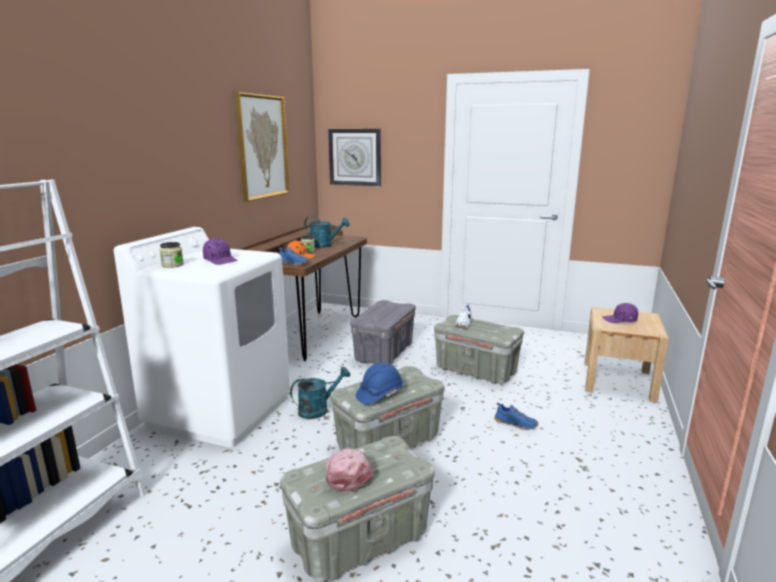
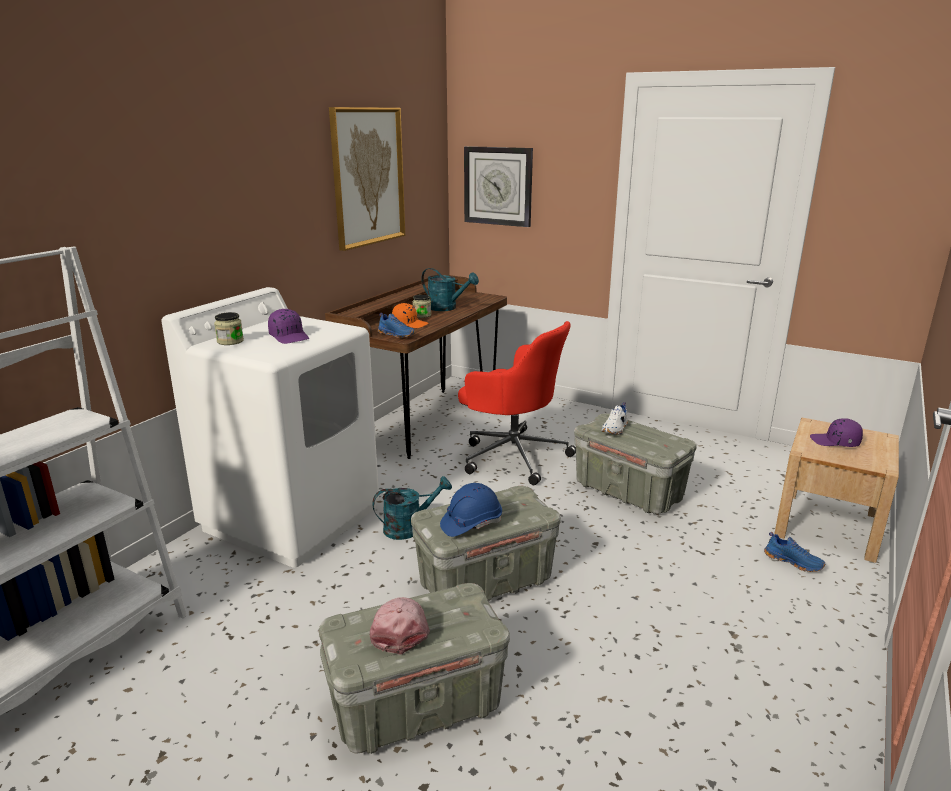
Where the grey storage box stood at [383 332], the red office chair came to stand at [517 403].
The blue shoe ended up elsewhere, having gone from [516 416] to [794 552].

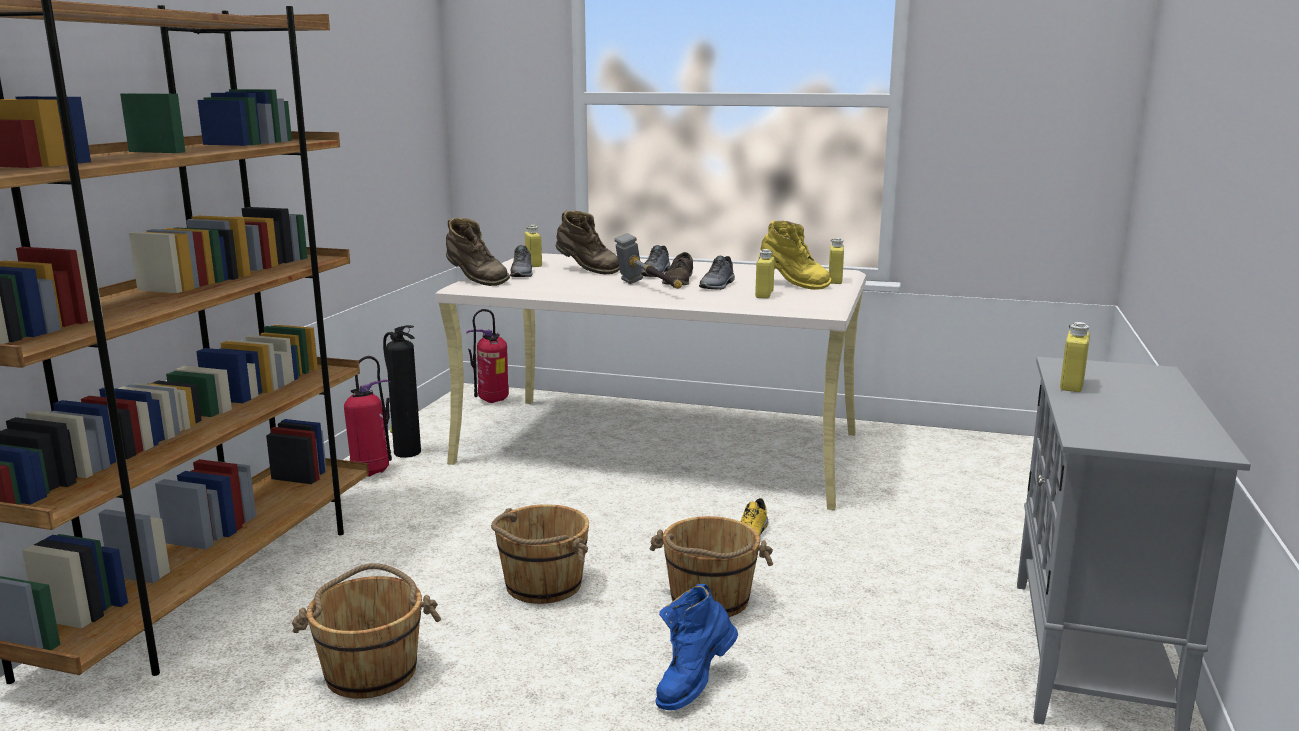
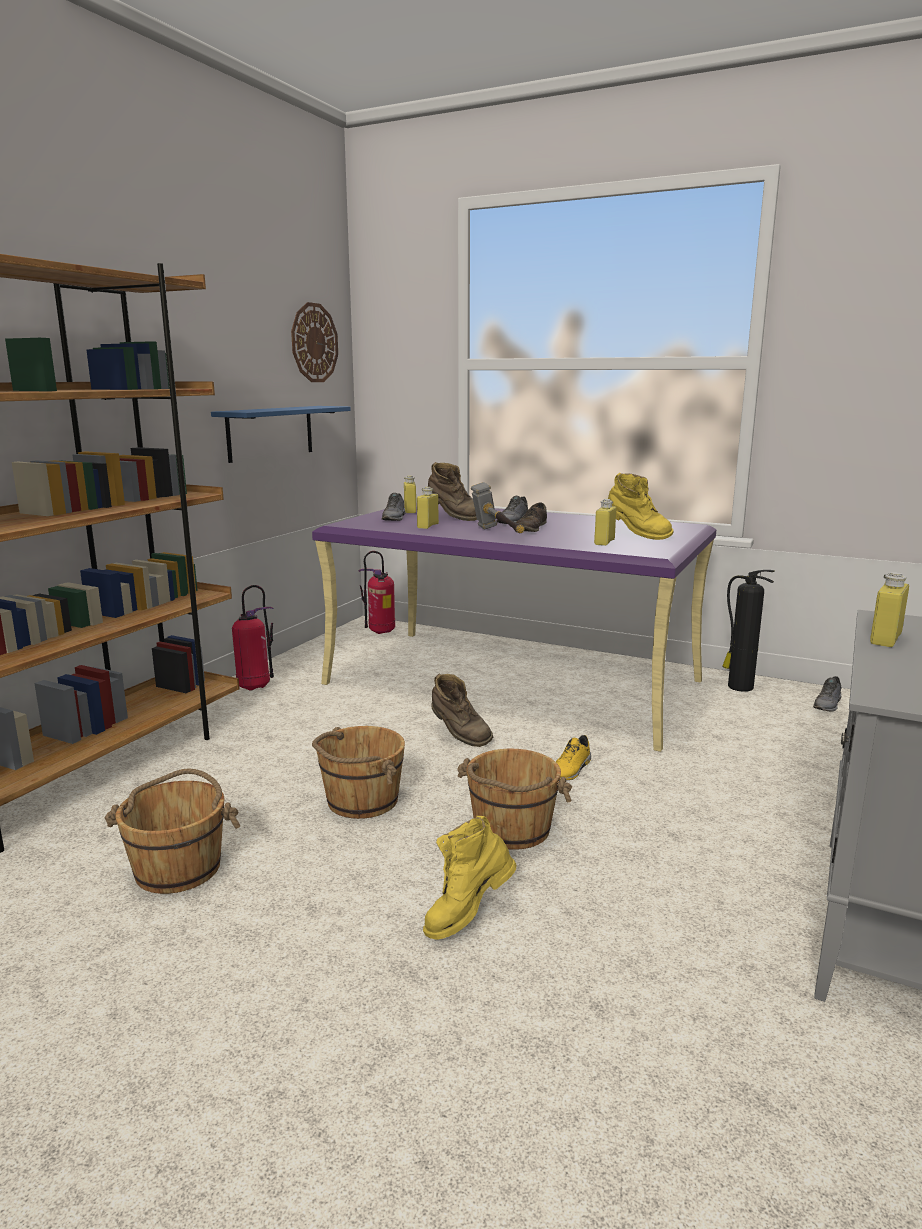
The fire extinguisher ended up elsewhere, having gone from [402 391] to [748 631].
What was the beige desk at [650 381] turned into the purple desk at [514 627].
The brown boot ended up elsewhere, having gone from [478 251] to [462 710].
What was the blue boot at [696 647] turned into the yellow boot at [469 878].
The grey shoe ended up elsewhere, having gone from [717 273] to [827 694].
The yellow bottle ended up elsewhere, having gone from [836 261] to [428 508].
The second view gained the blue shelf at [281 434].
The second view gained the wall clock at [314 342].

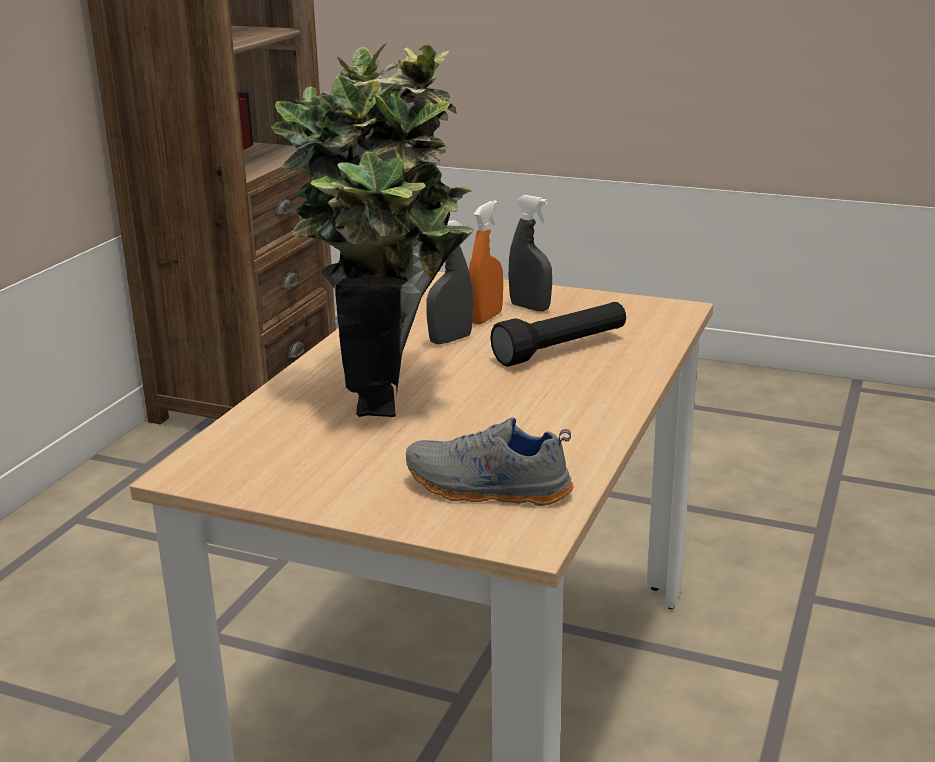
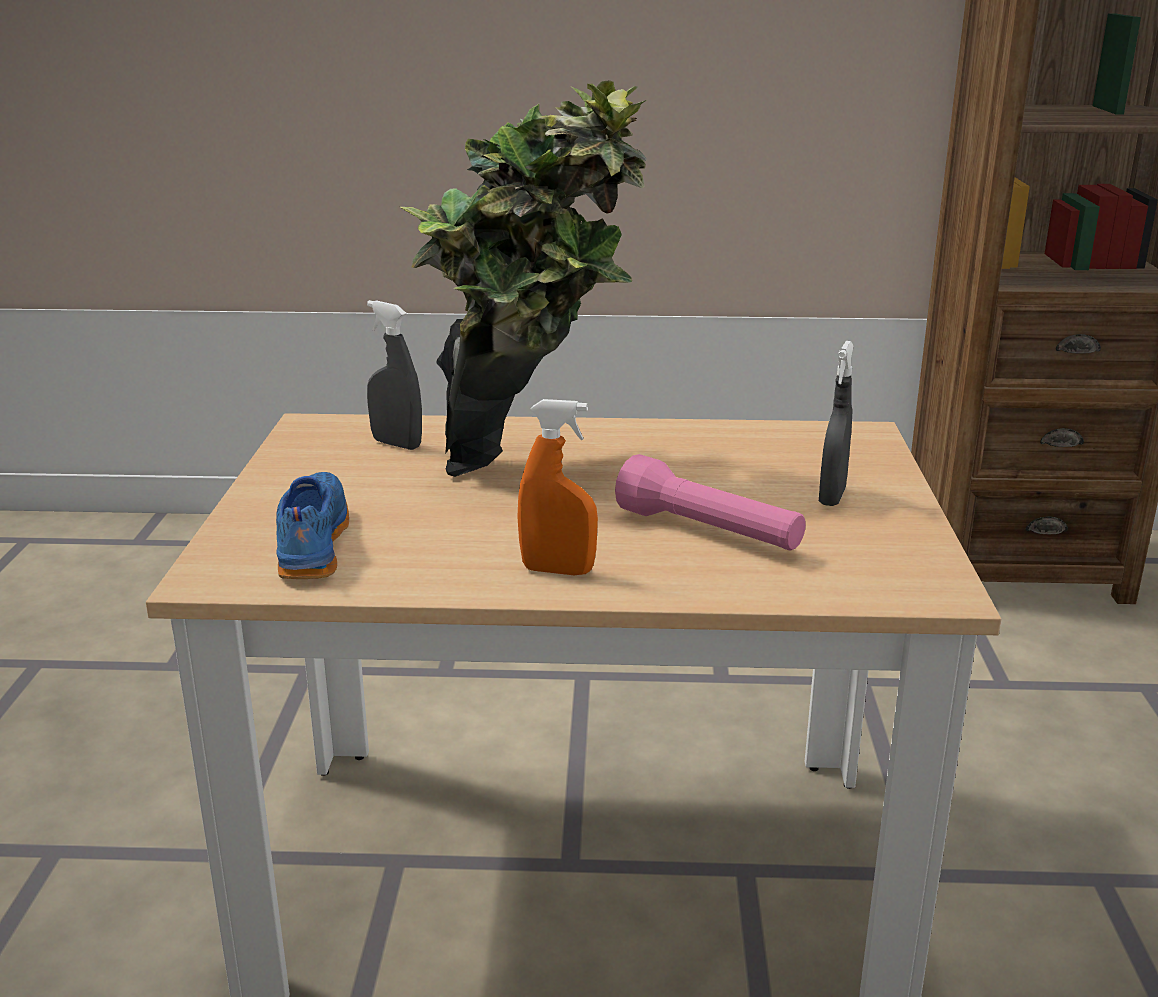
What was the grey shoe at [489 461] turned into the blue shoe at [312 525].
The grey spray bottle ended up elsewhere, having gone from [449 282] to [394 375].
The orange spray bottle ended up elsewhere, having gone from [486 262] to [558 487].
What was the black flashlight at [558 334] turned into the pink flashlight at [710 502].

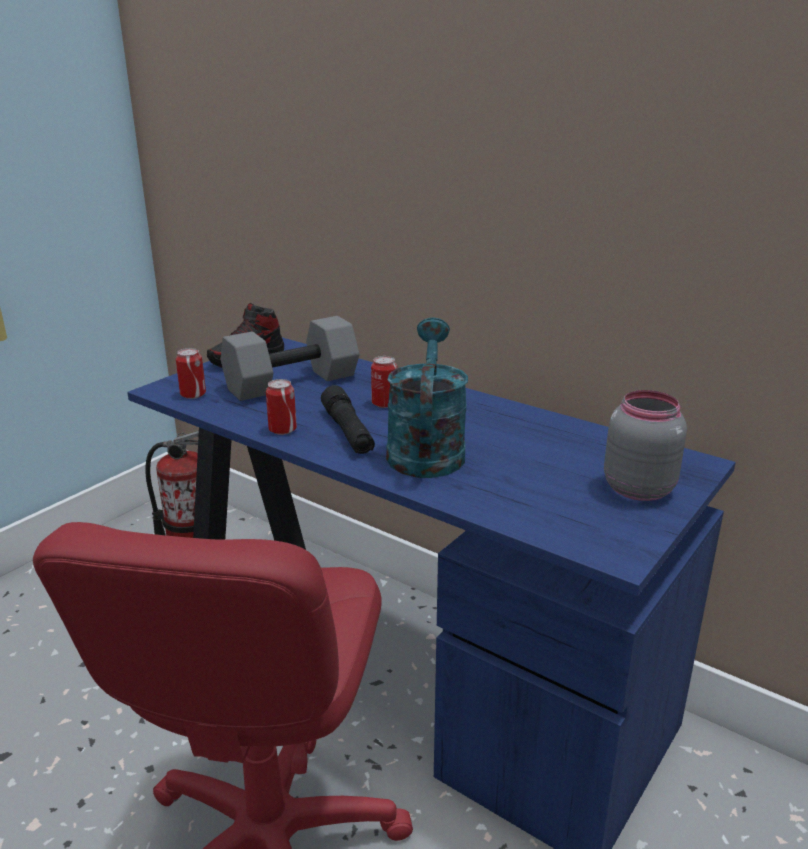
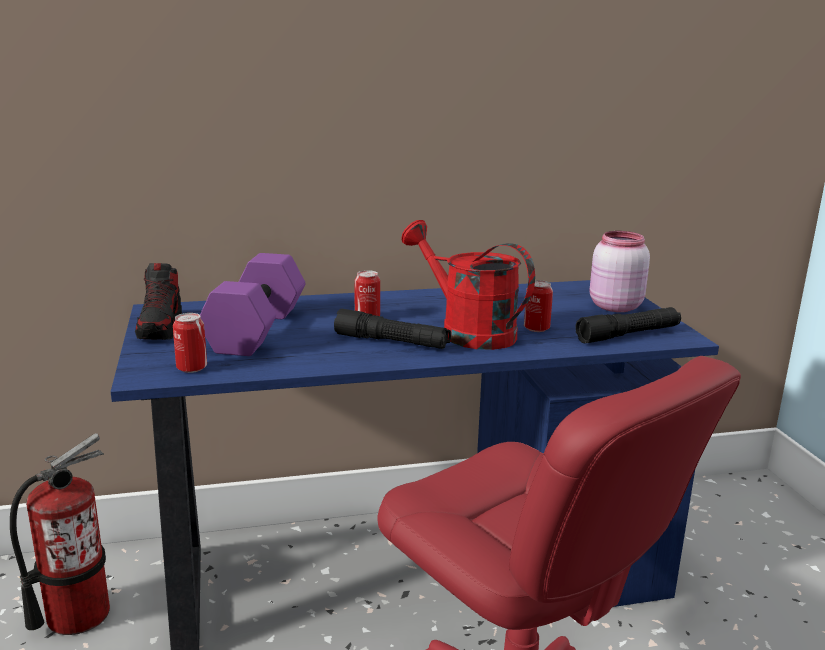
What was the grey dumbbell at [290 358] turned into the purple dumbbell at [253 304].
The can ended up elsewhere, having gone from [281 407] to [538 306].
What was the turquoise watering can at [427 398] turned into the red watering can at [468 285].
What was the grey jar at [645 445] turned into the pink jar at [620 271].
The second view gained the black flashlight at [628 325].

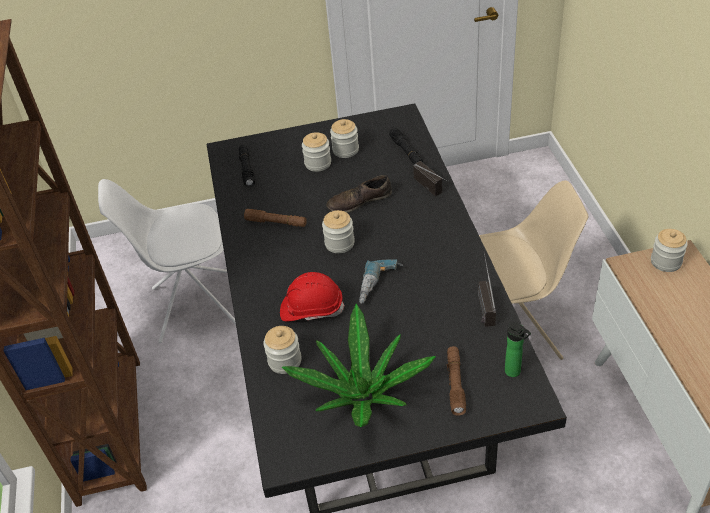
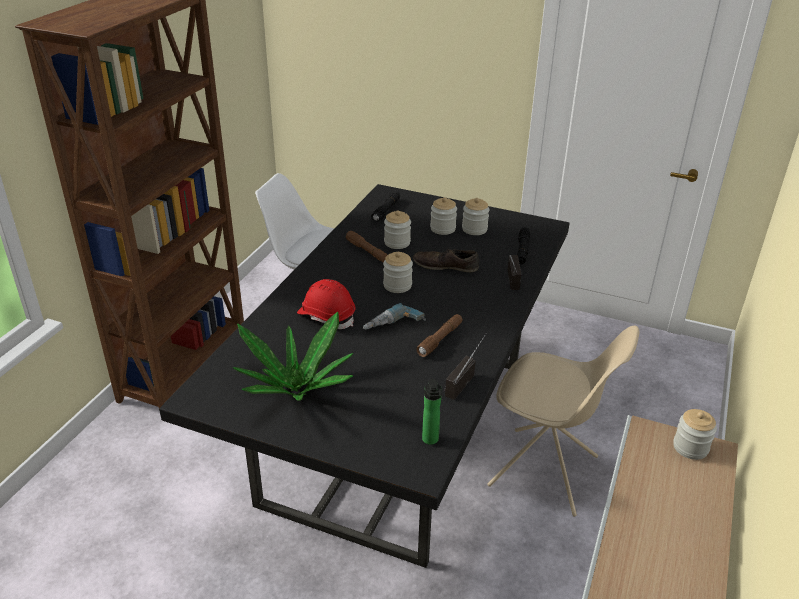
The jar ended up elsewhere, having gone from [282 350] to [397 230].
The brown flashlight ended up elsewhere, having gone from [456 381] to [439 335].

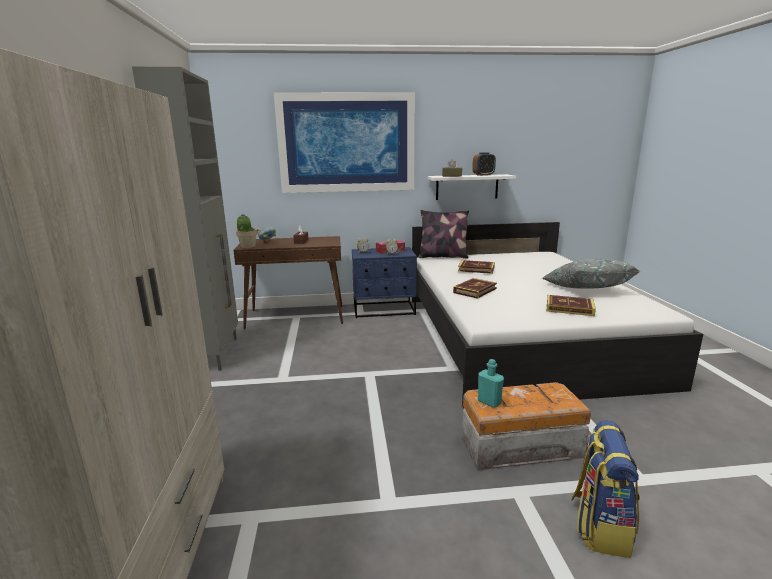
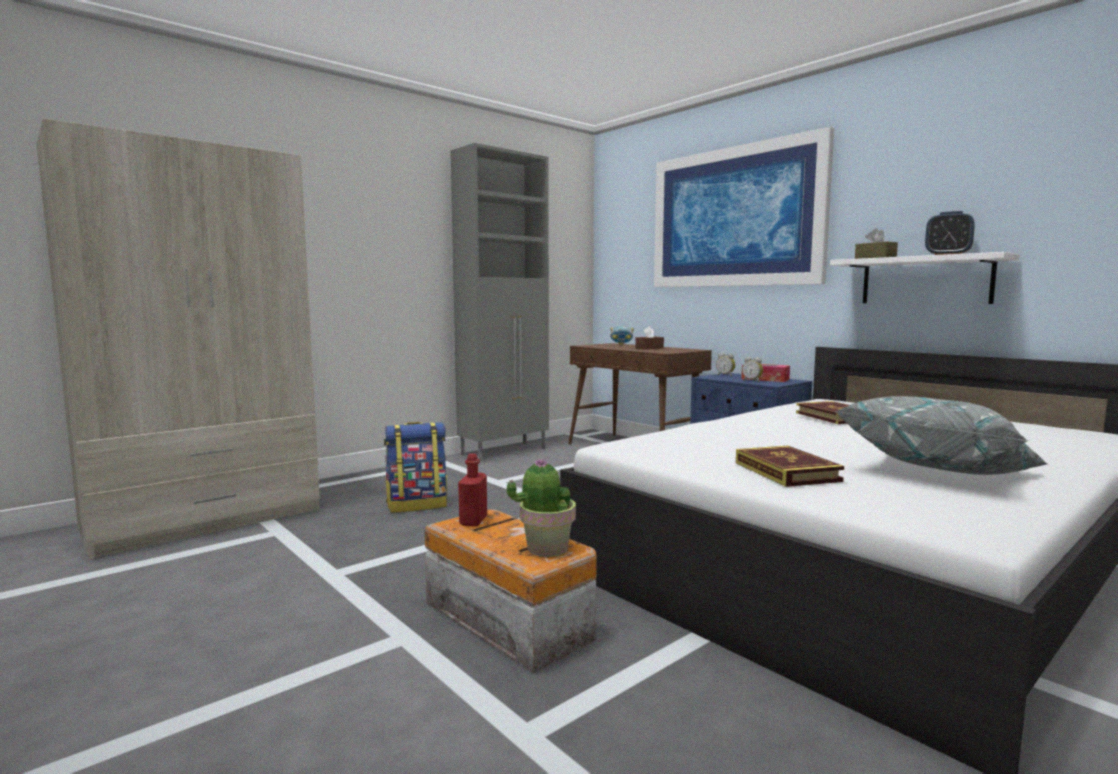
The potted plant ended up elsewhere, having gone from [246 231] to [541 507].
The second view lost the pillow at [444 234].
The second view lost the book at [475 288].
What was the turquoise bottle at [491 383] turned into the red bottle at [472 490].
The backpack ended up elsewhere, having gone from [606 489] to [415 467].

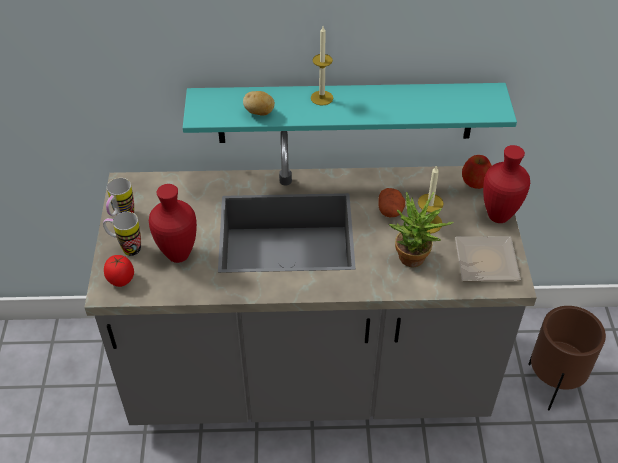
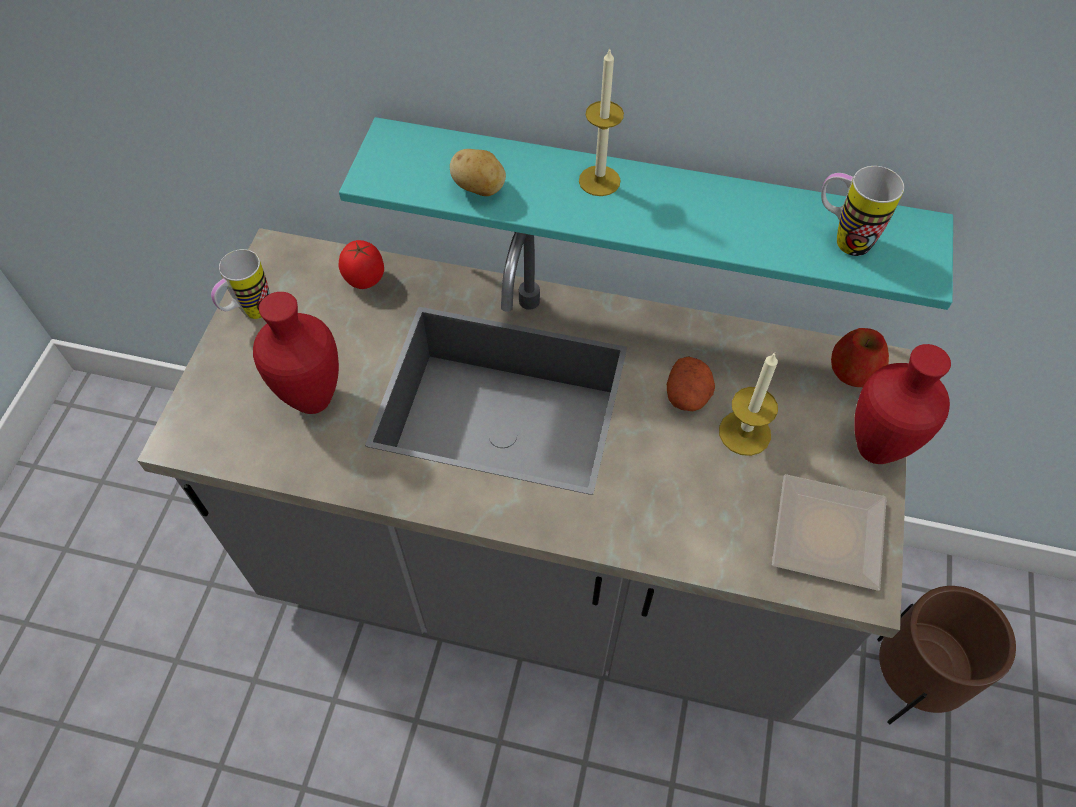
The mug ended up elsewhere, having gone from [122 234] to [862 211].
The tomato ended up elsewhere, having gone from [119 271] to [361 264].
The second view lost the potted plant at [421 229].

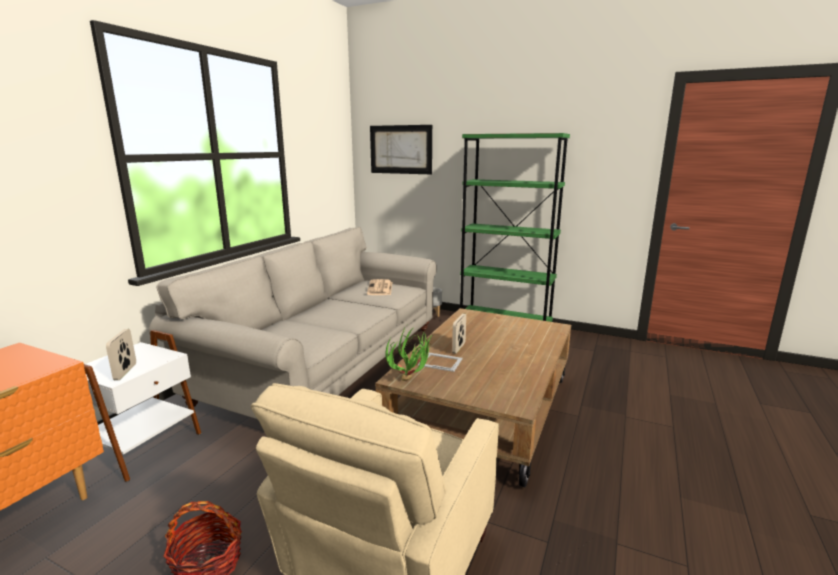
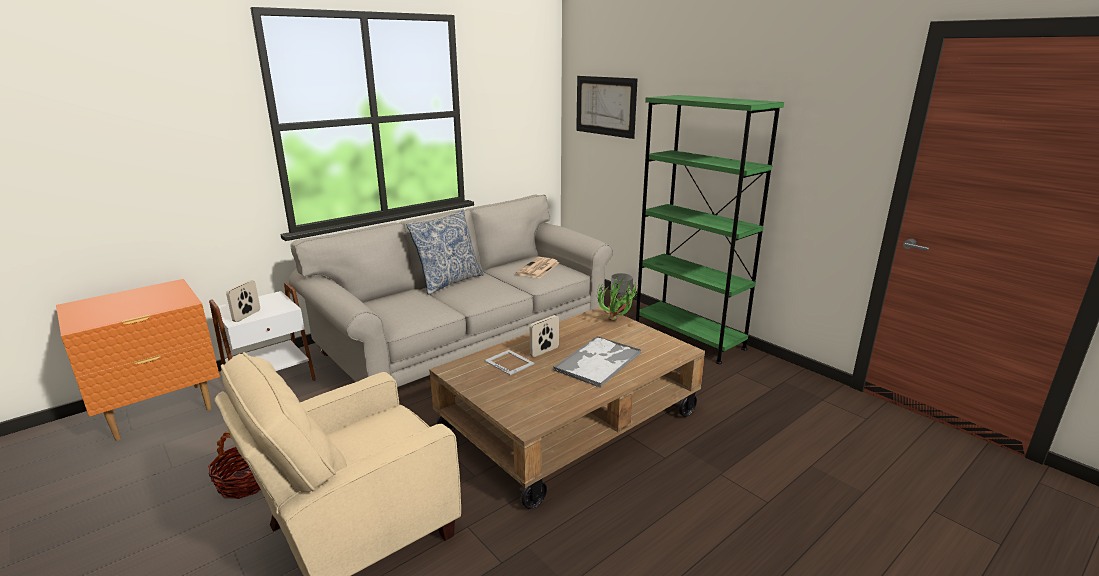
The potted plant ended up elsewhere, having gone from [408 353] to [617 298].
The second view gained the pillow at [445 252].
The second view gained the tray at [597 362].

